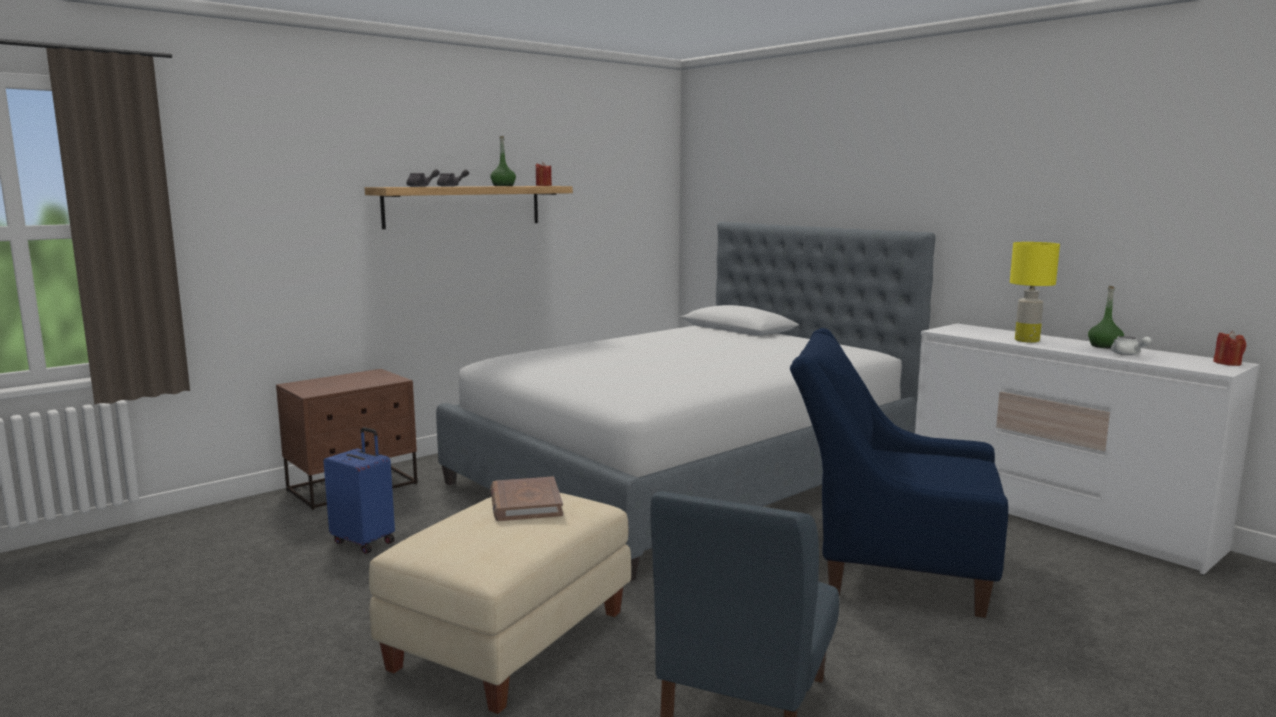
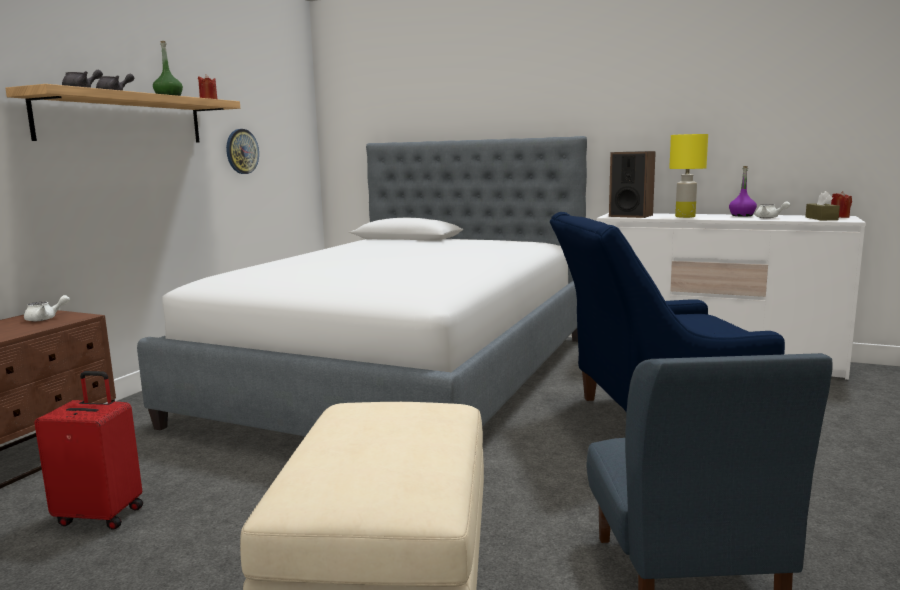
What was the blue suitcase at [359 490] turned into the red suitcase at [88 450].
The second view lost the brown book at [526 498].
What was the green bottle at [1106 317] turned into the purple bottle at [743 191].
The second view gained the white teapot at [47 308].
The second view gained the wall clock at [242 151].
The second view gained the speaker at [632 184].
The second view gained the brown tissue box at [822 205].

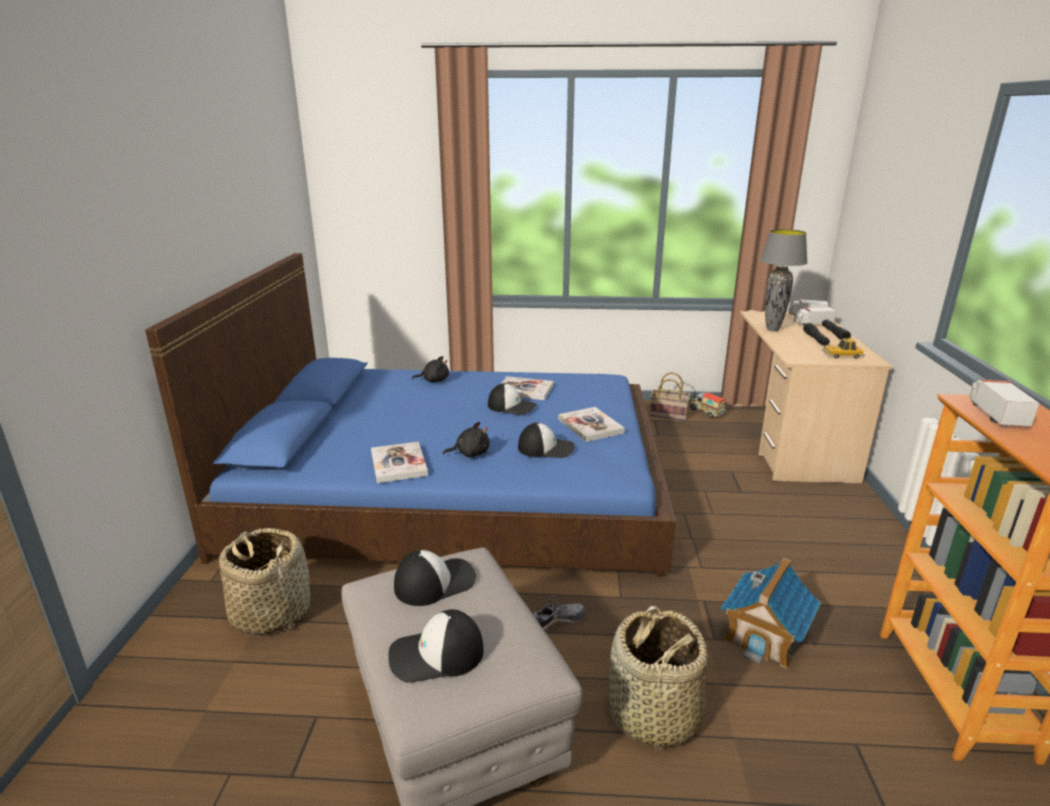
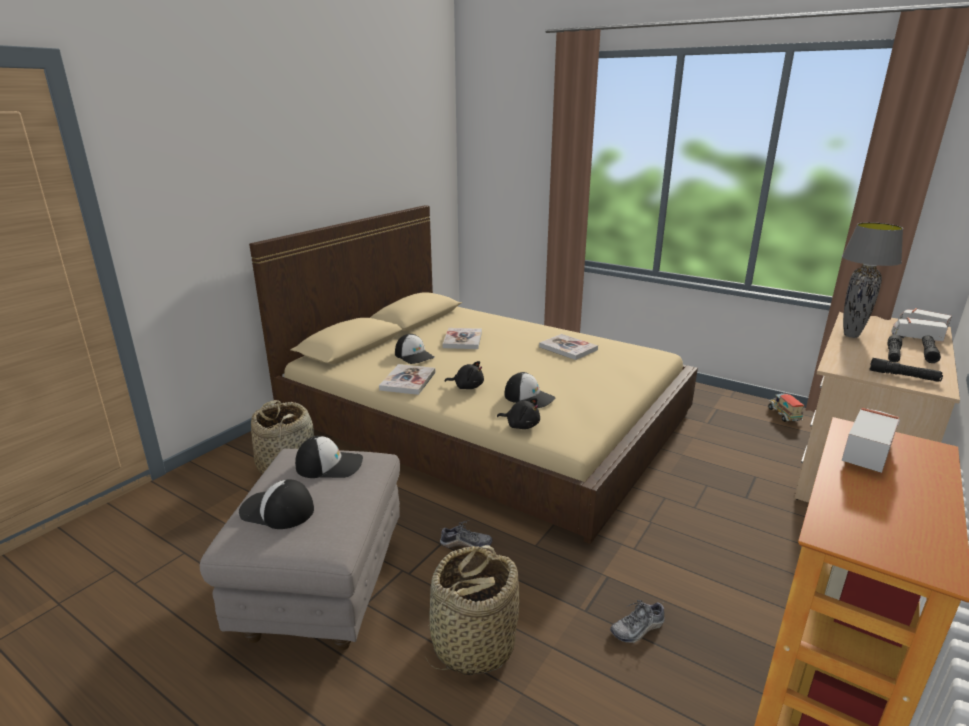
What was the blue bed at [410 415] turned into the beige bed at [473 374].
The black plush toy ended up elsewhere, having gone from [430 369] to [518 413].
The cap ended up elsewhere, having gone from [512 399] to [414 349].
The book ended up elsewhere, having gone from [591 424] to [462 338].
The second view lost the basket at [670 396].
Where the toy house stood at [771 613], the shoe came to stand at [637 621].
Where the toy car stood at [843 348], the black flashlight came to stand at [906 370].

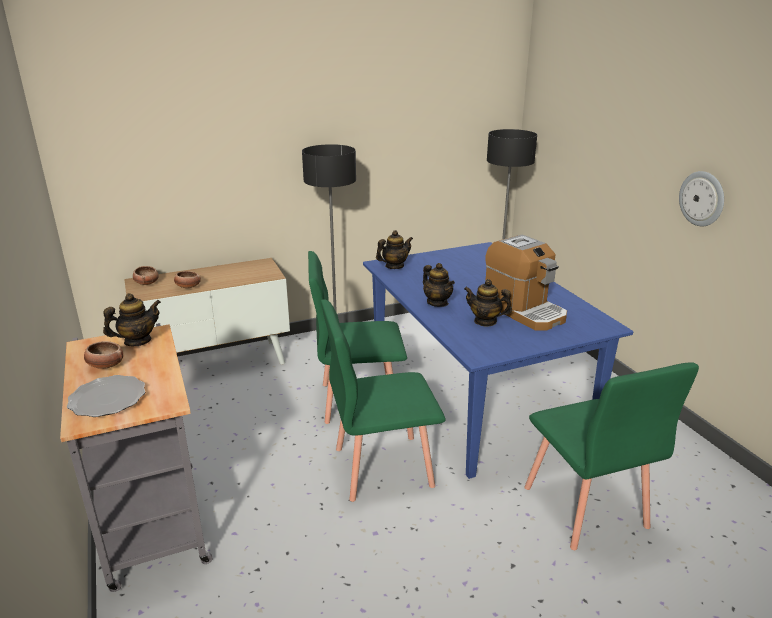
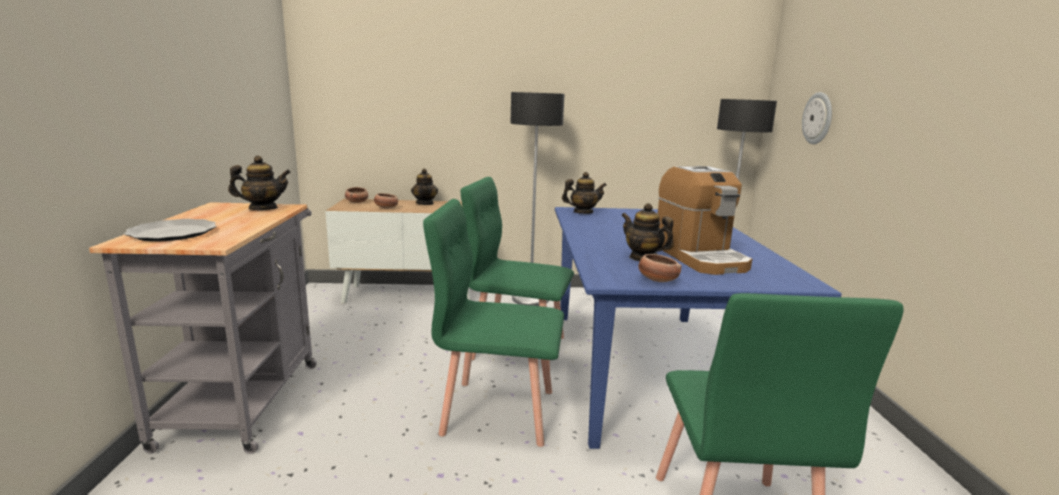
The bowl ended up elsewhere, having gone from [103 355] to [660 268].
The teapot ended up elsewhere, having gone from [439 285] to [424 187].
The wall clock ended up elsewhere, having gone from [701 198] to [817 118].

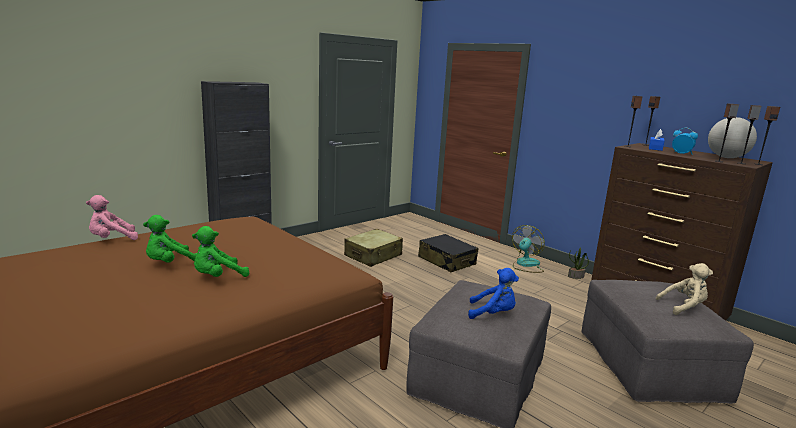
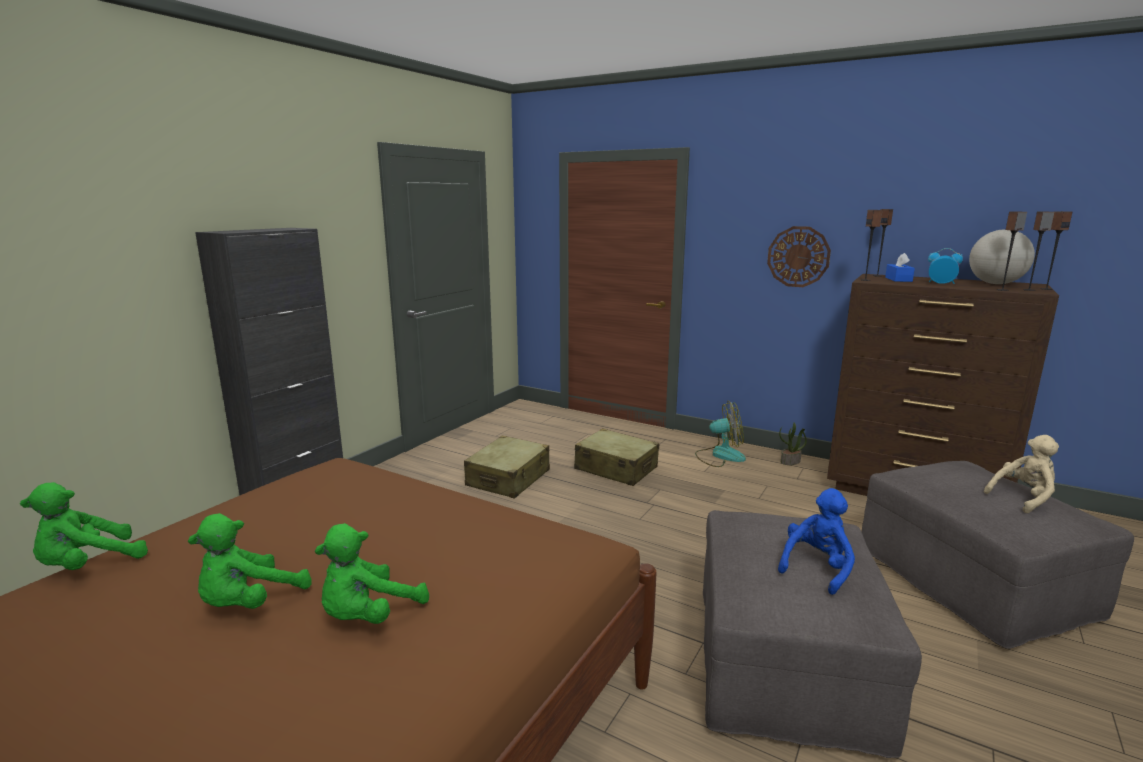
What was the pink plush toy at [112 217] turned into the green plush toy at [84 526].
What was the black suitcase at [448 253] turned into the beige suitcase at [616 457].
The blue plush toy at [493 293] ended up facing another way, 45 degrees counterclockwise from before.
The fan at [528 249] ended up facing another way, 75 degrees clockwise from before.
The second view gained the wall clock at [799 256].

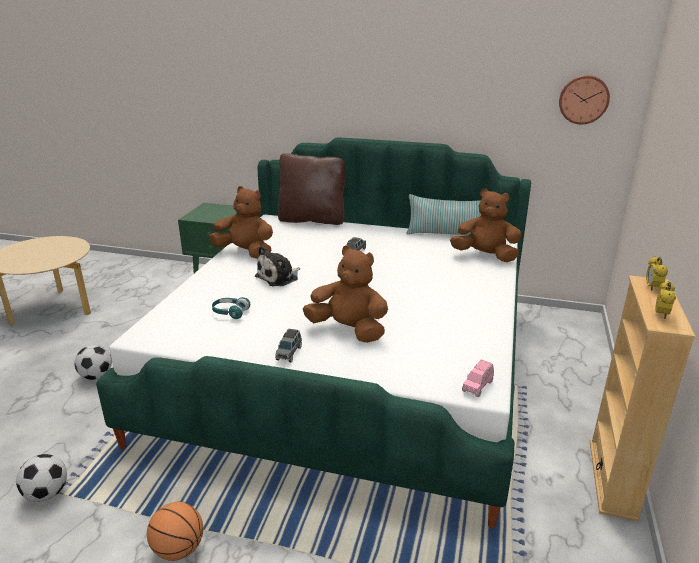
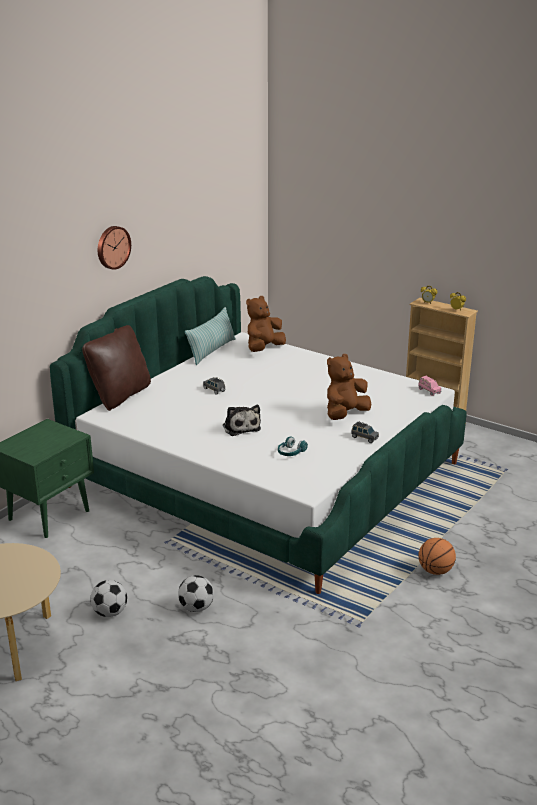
The football ended up elsewhere, having gone from [41 478] to [108 598].
The second view lost the brown plush toy at [241 222].
The wall clock ended up elsewhere, having gone from [584 99] to [114 248].

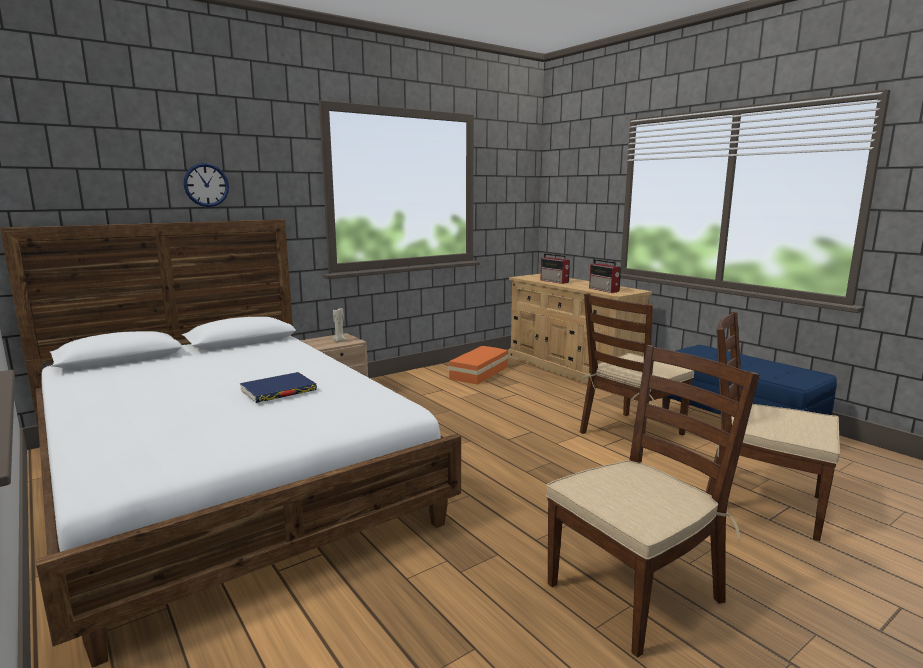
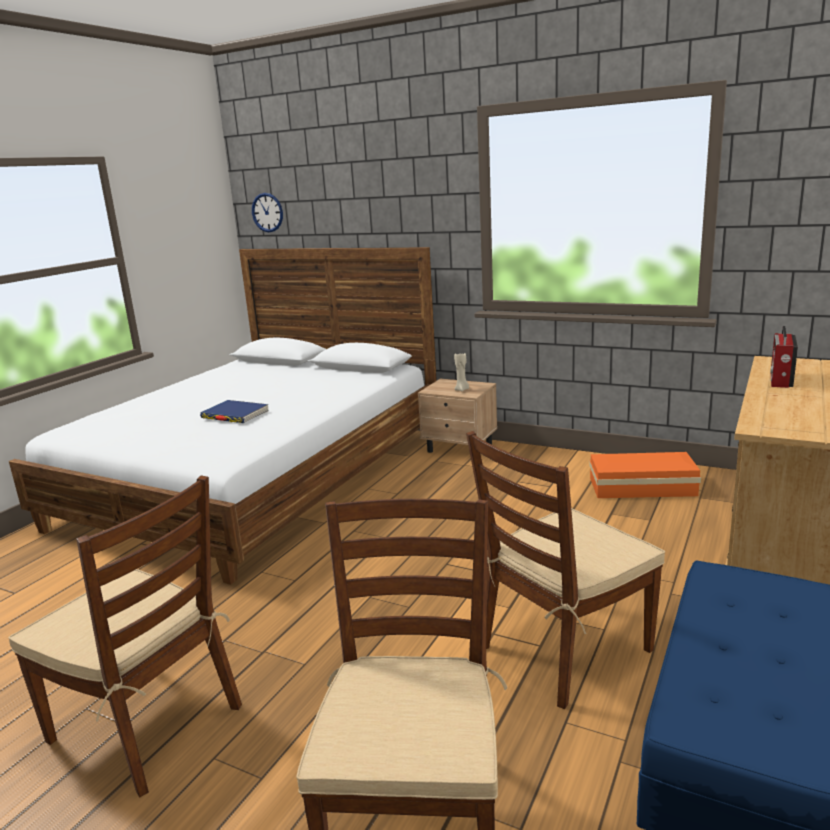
The wall clock ended up elsewhere, having gone from [206 185] to [267 212].
The brown chair at [637 364] ended up facing another way, 60 degrees counterclockwise from before.
The second view lost the radio at [605 276].

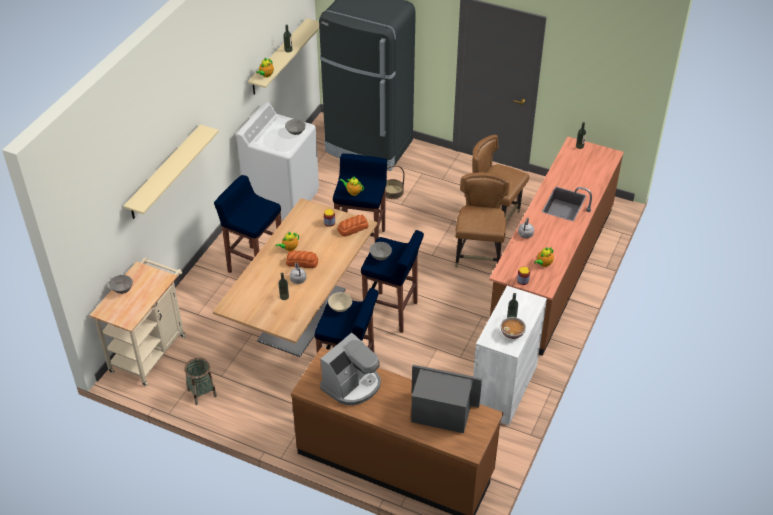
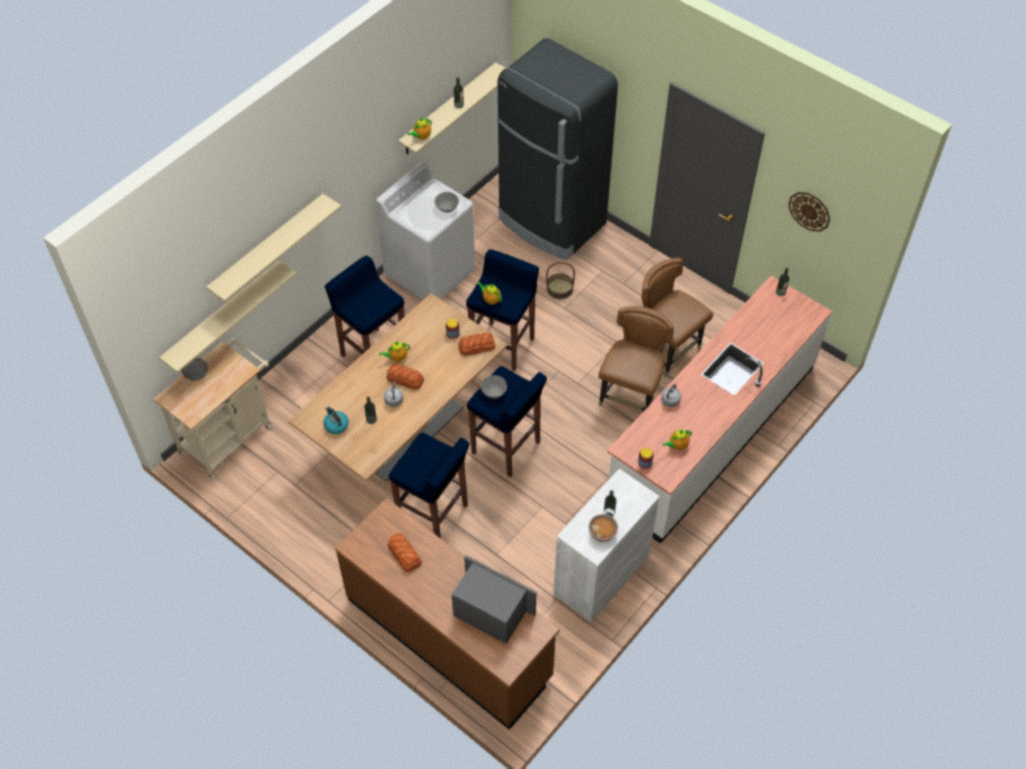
The second view lost the basket at [201 381].
Where the coffee machine stood at [350 369], the bread came to stand at [405 552].
The second view lost the beige bowl at [340 302].
What was the brown counter at [556 246] turned into the white counter at [719 409].
The second view gained the beige shelf at [227 316].
The second view gained the kettle at [336 420].
The second view gained the wall clock at [809 212].

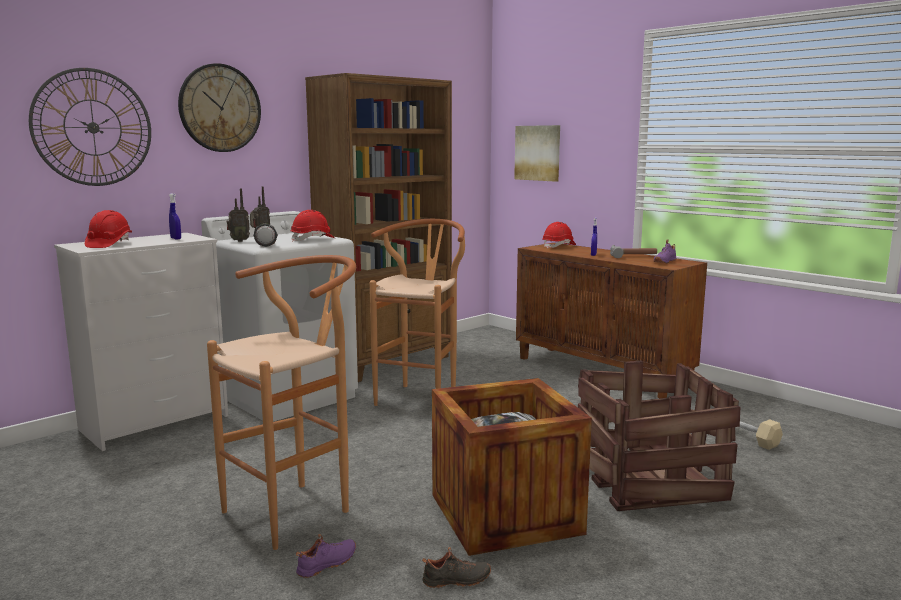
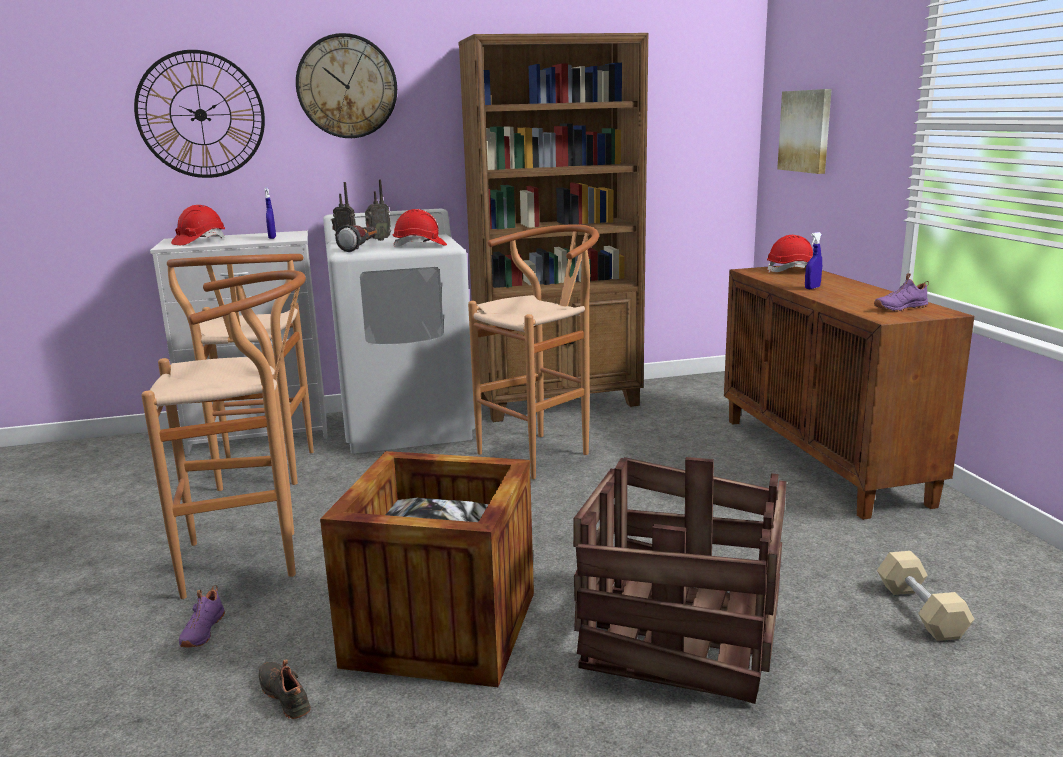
The purple shoe at [326 556] ended up facing another way, 105 degrees clockwise from before.
The black shoe at [456 567] ended up facing another way, 150 degrees counterclockwise from before.
The second view lost the hammer at [633 251].
The second view gained the brown stool at [240 372].

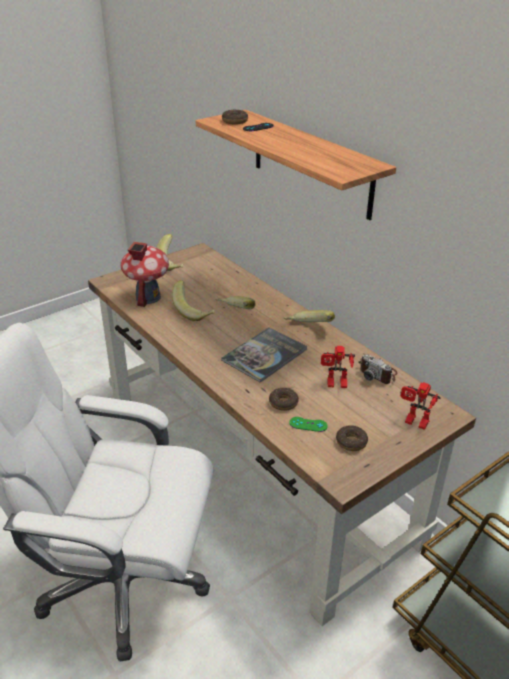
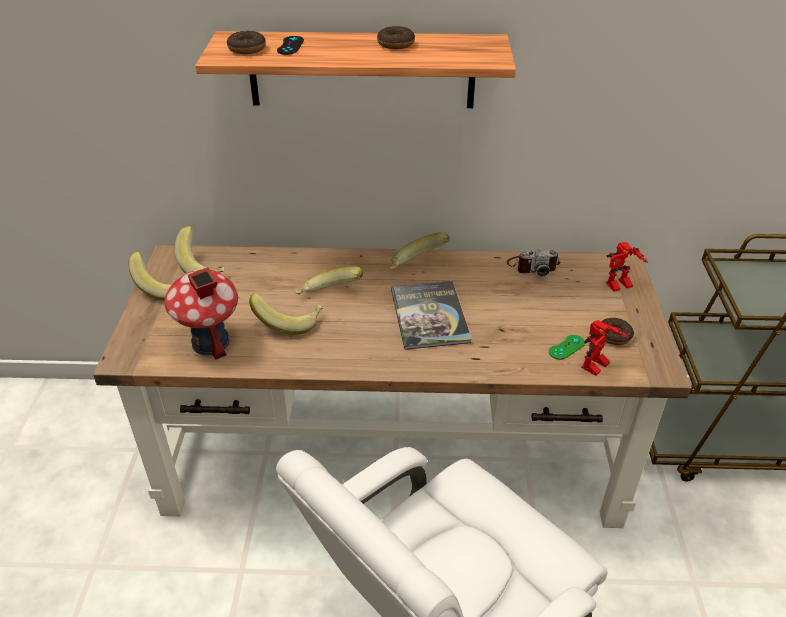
The donut ended up elsewhere, having gone from [284 399] to [396 37].
The toy robot ended up elsewhere, having gone from [338 367] to [604 348].
The second view gained the banana at [200 249].

